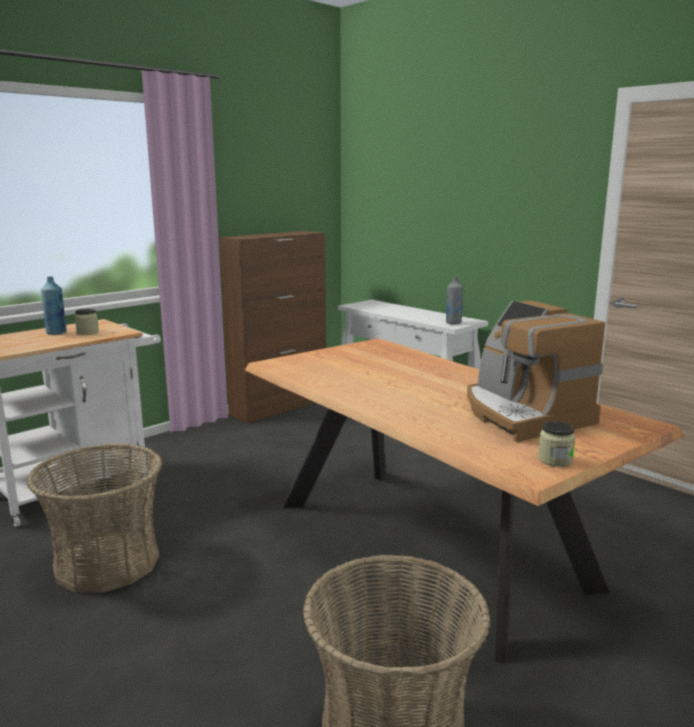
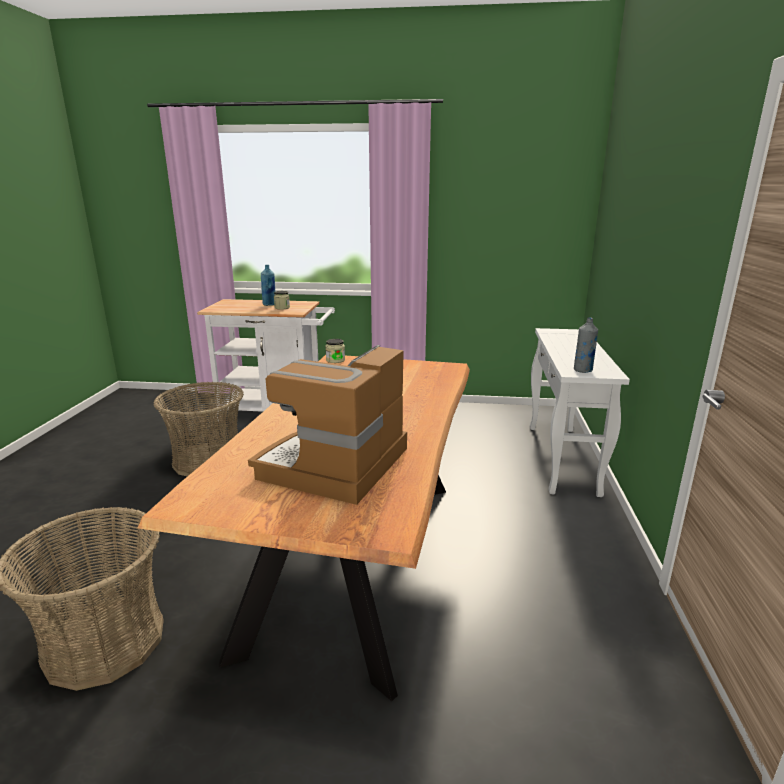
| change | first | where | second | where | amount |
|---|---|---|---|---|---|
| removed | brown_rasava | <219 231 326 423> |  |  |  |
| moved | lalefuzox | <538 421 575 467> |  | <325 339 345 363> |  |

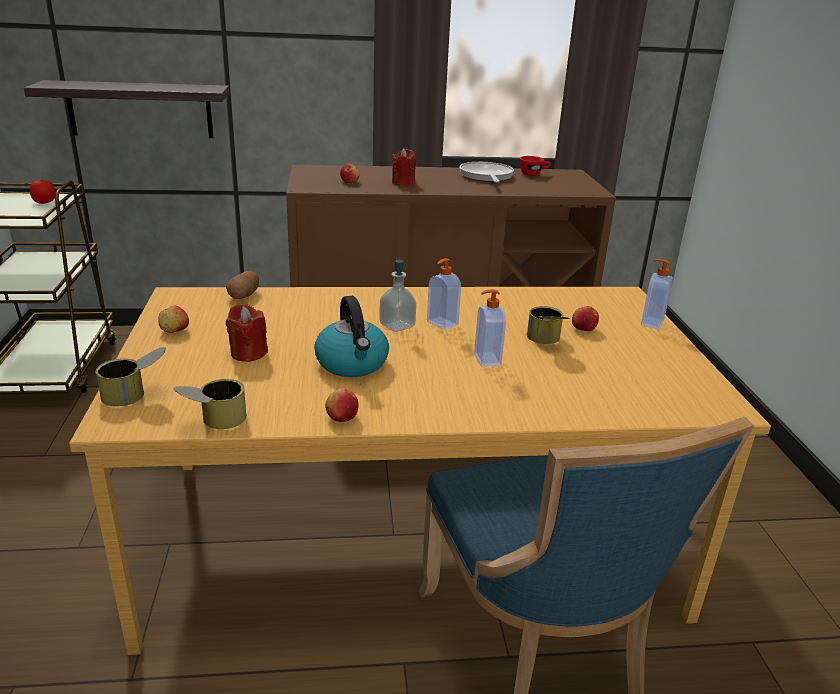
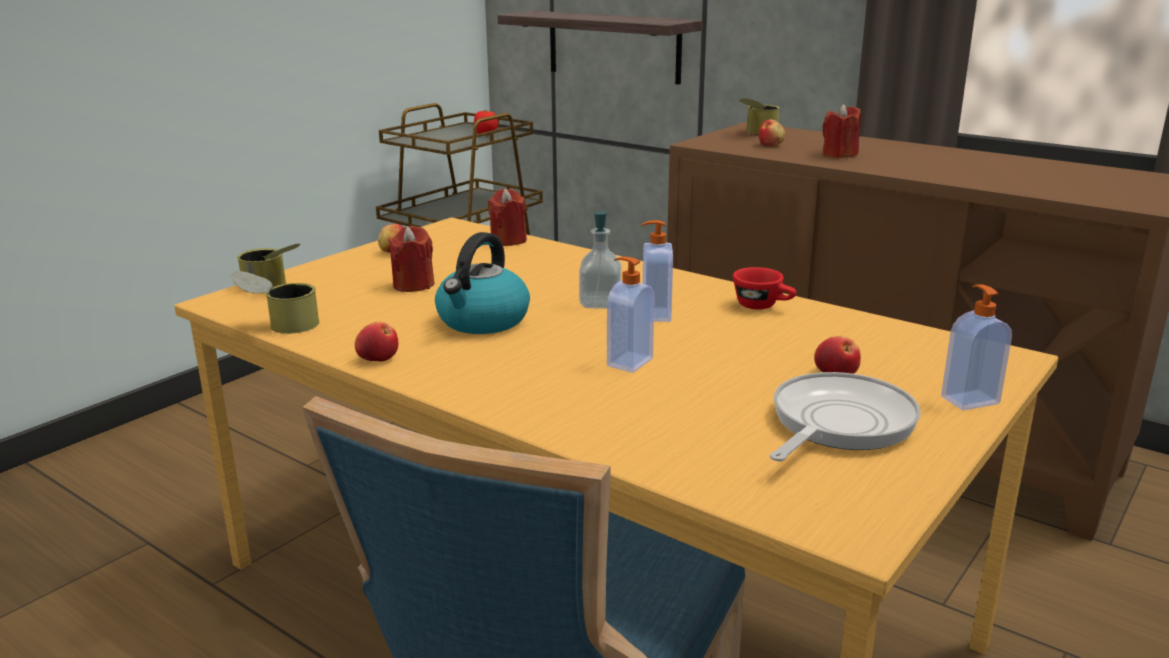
| change | first | where | second | where | amount |
|---|---|---|---|---|---|
| replaced | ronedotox | <226 271 259 299> | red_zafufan | <488 188 527 246> |  |
| moved | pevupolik | <460 162 514 183> |  | <770 372 921 461> |  |
| moved | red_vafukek | <520 156 551 176> |  | <733 267 797 309> |  |
| moved | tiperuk | <527 306 570 344> |  | <739 98 780 134> |  |

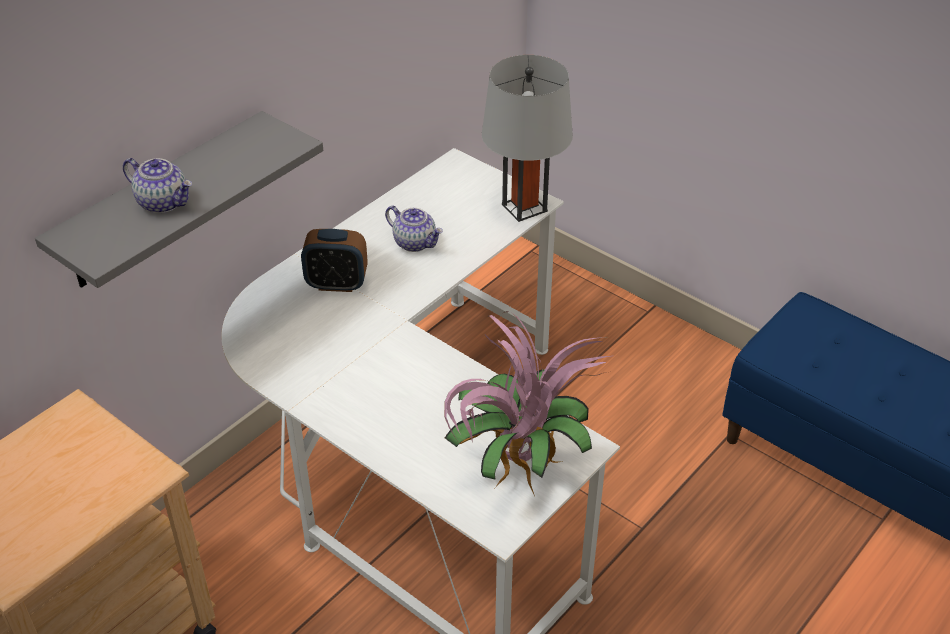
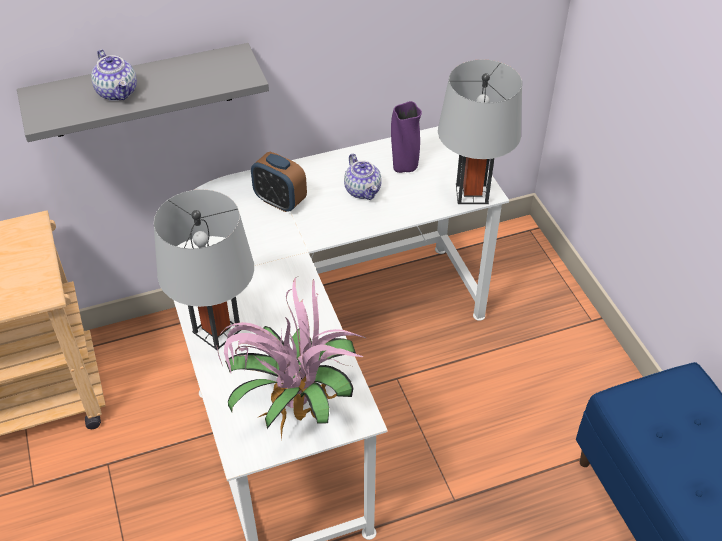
| change | first | where | second | where | amount |
|---|---|---|---|---|---|
| added |  |  | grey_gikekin | <154 189 254 350> |  |
| added |  |  | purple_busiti | <391 101 422 173> |  |

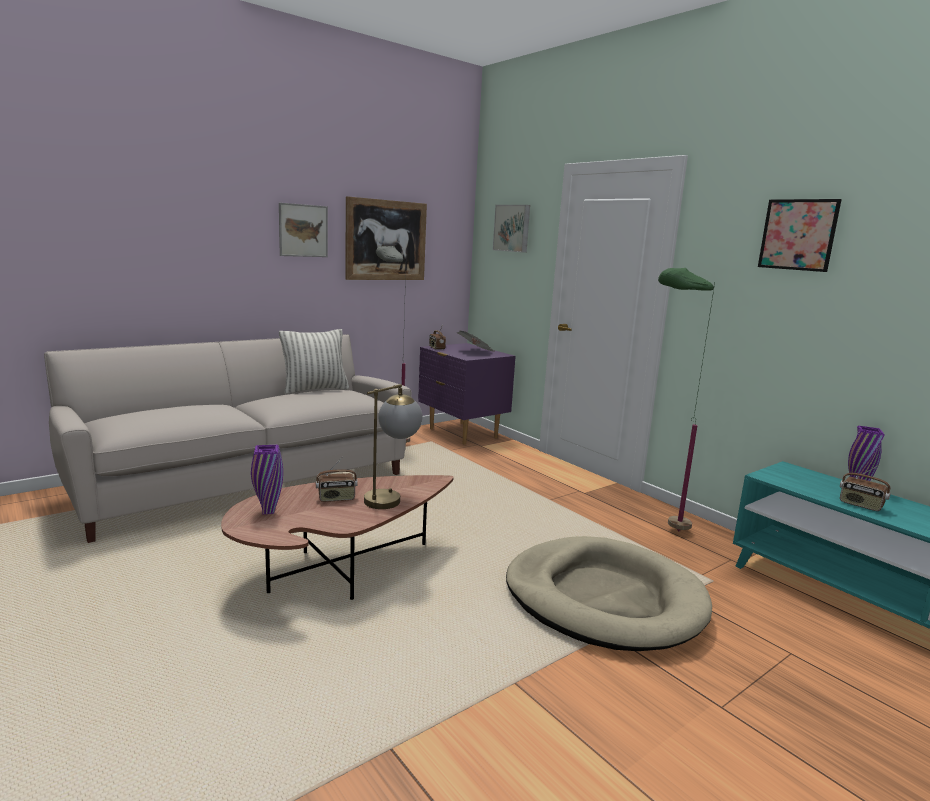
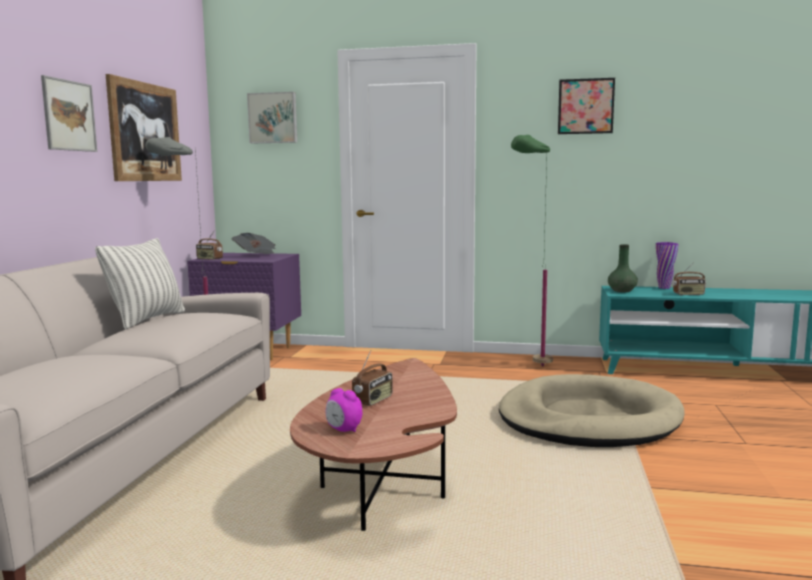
| change | first | where | second | where | amount |
|---|---|---|---|---|---|
| replaced | purple_busiti | <251 445 283 515> | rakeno | <325 388 362 432> |  |
| removed | gikekin | <364 384 422 509> |  |  |  |
| added |  |  | green_busiti | <608 244 638 292> |  |

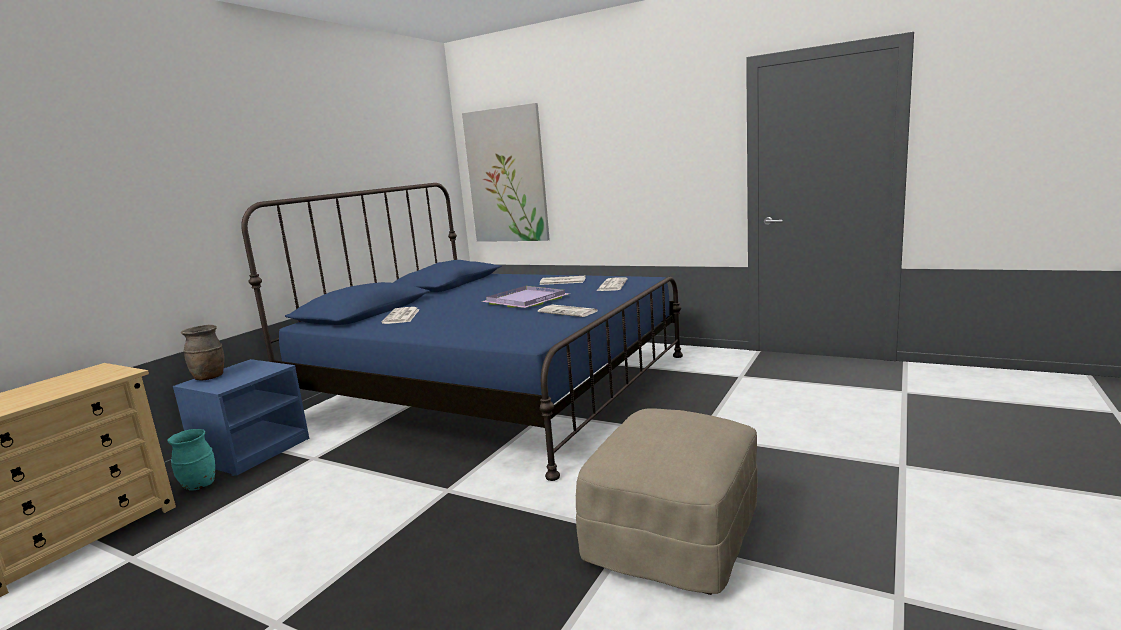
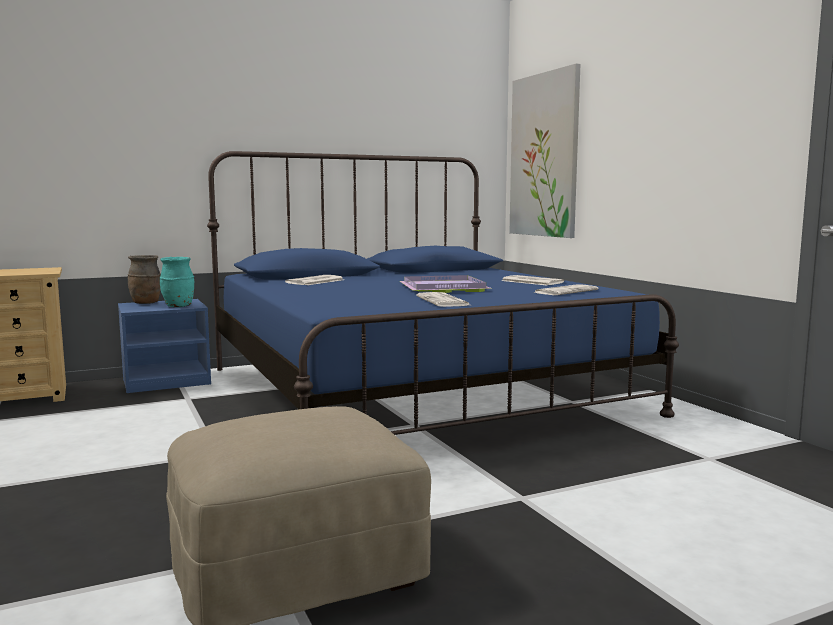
| change | first | where | second | where | amount |
|---|---|---|---|---|---|
| moved | turquoise_busiti | <167 429 215 491> |  | <160 257 194 307> |  |

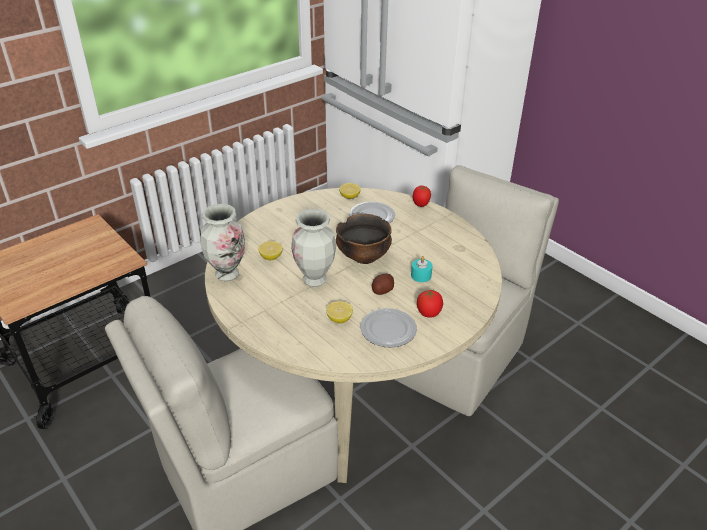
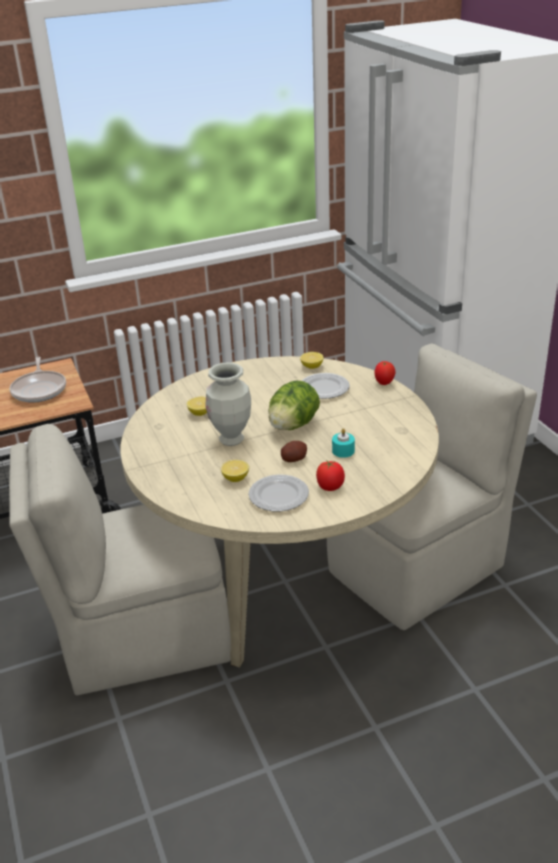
| change | first | where | second | where | amount |
|---|---|---|---|---|---|
| removed | busiti | <201 204 245 281> |  |  |  |
| replaced | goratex | <336 214 392 264> | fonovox | <268 381 320 430> |  |
| added |  |  | pevupolik | <9 357 66 403> |  |

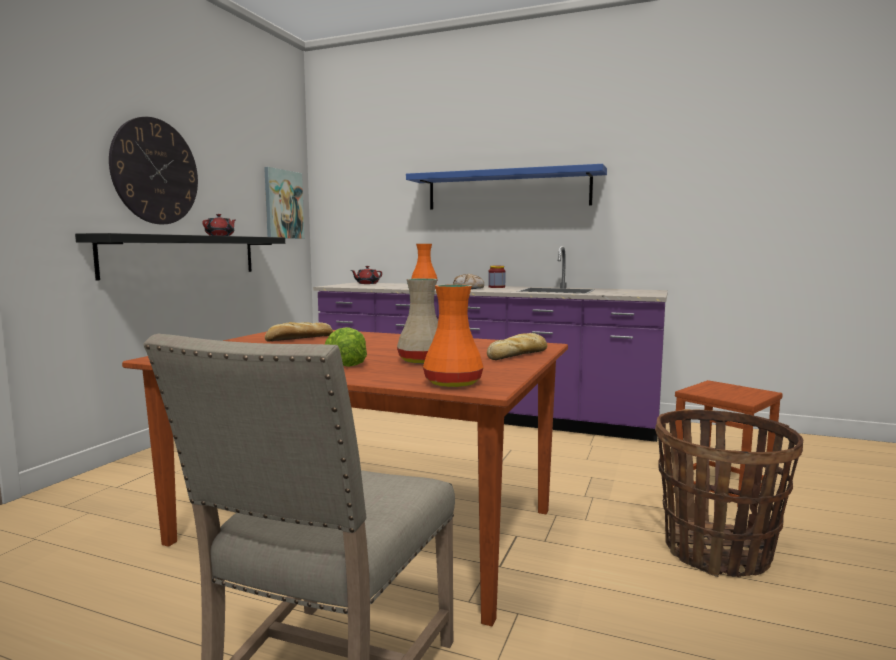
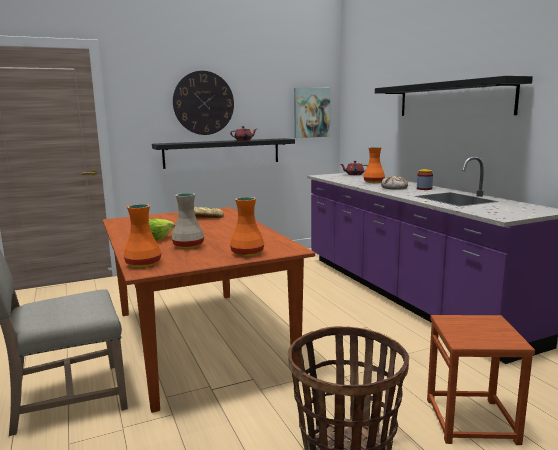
| change | first | where | second | where | amount |
|---|---|---|---|---|---|
| recoloured | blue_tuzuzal | <406 164 607 209> | black_tuzuzal | <375 76 533 116> |  |
| replaced | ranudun | <487 333 547 360> | orange_busiti | <230 197 264 256> |  |

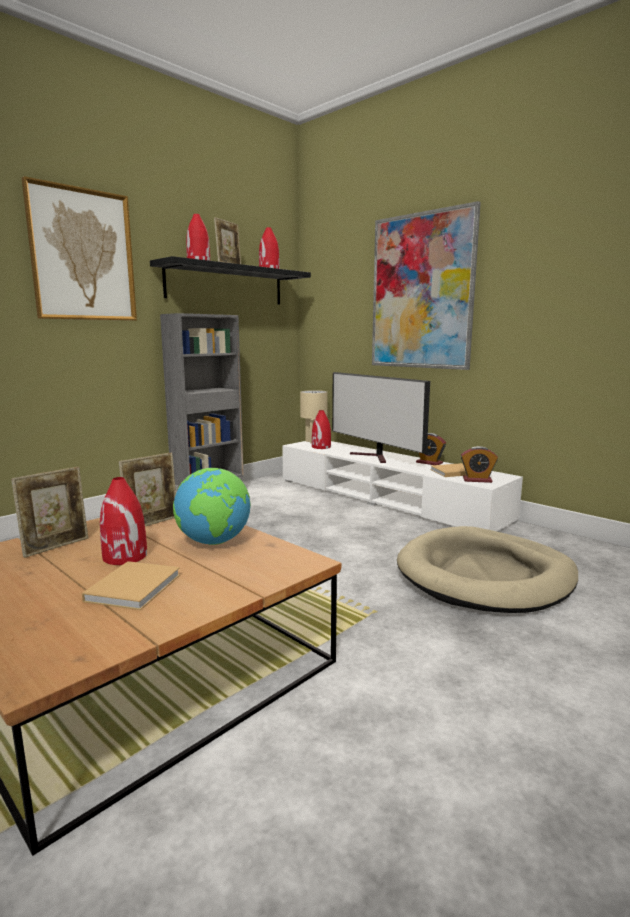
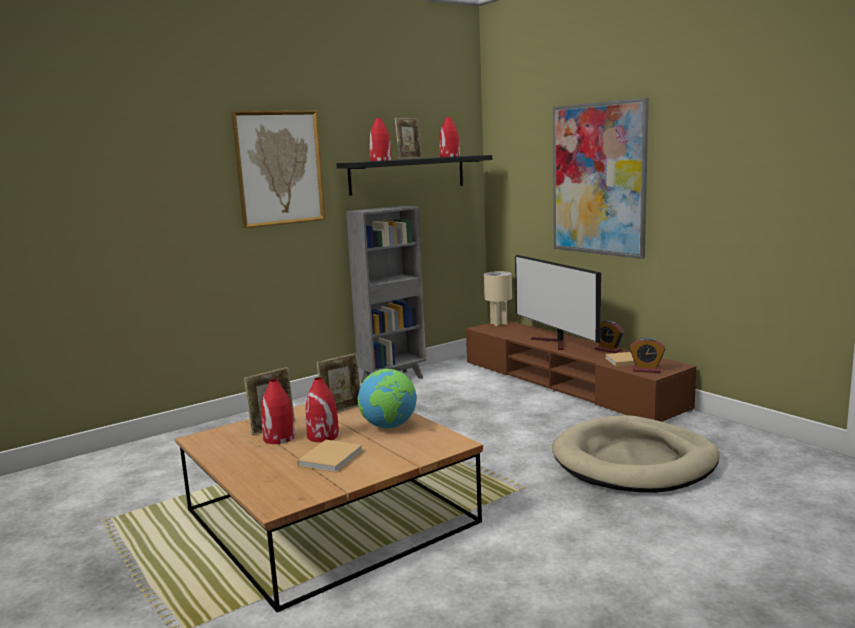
| change | first | where | second | where | amount |
|---|---|---|---|---|---|
| recoloured | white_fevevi | <282 441 523 531> | brown_fevevi | <466 321 696 422> |  |
| moved | red_busiti | <312 410 331 449> |  | <261 379 295 444> |  |

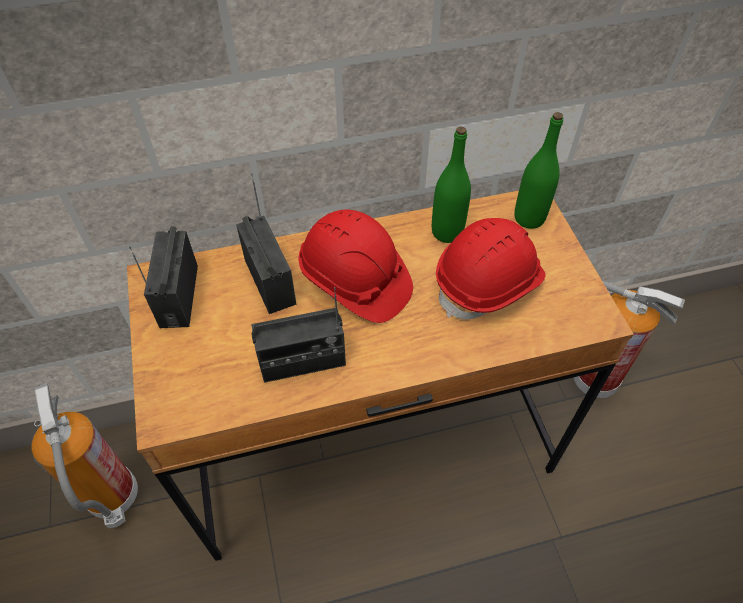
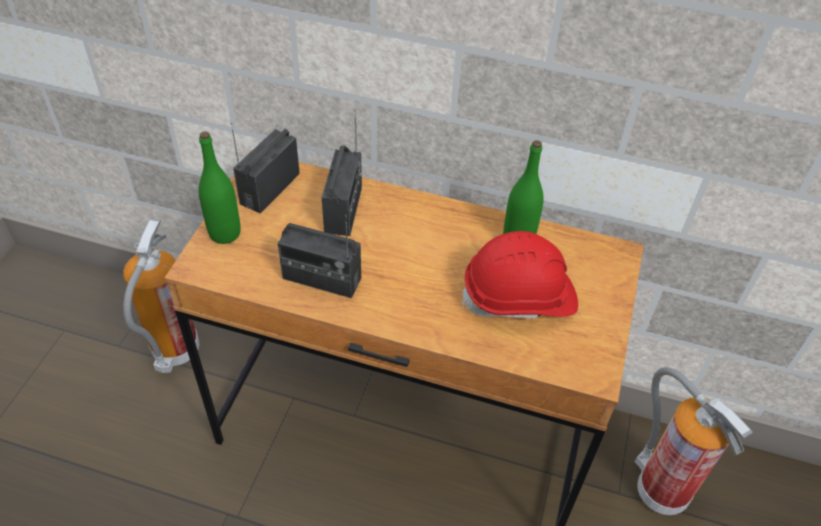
| change | first | where | second | where | amount |
|---|---|---|---|---|---|
| removed | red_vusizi | <298 210 413 323> |  |  |  |
| moved | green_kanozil | <514 112 563 229> |  | <198 131 241 244> |  |

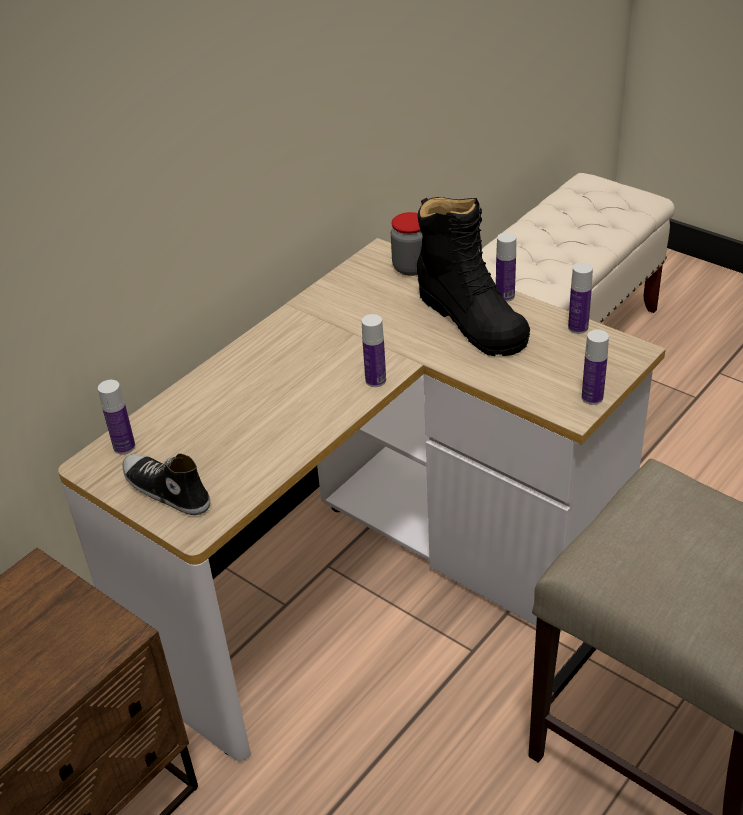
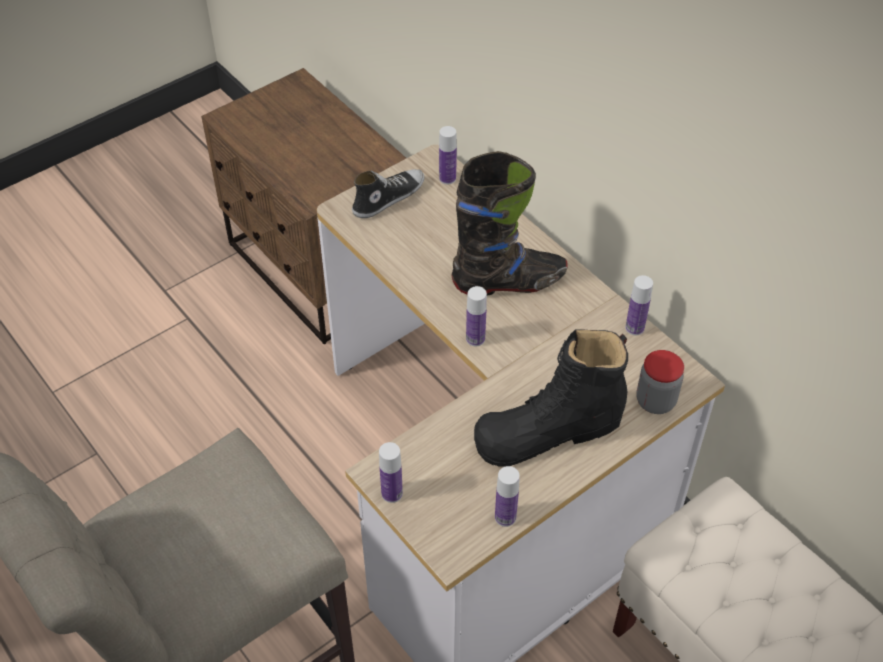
| change | first | where | second | where | amount |
|---|---|---|---|---|---|
| moved | kanozil | <496 232 516 302> |  | <625 275 653 336> |  |
| added |  |  | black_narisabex | <451 151 568 296> |  |

